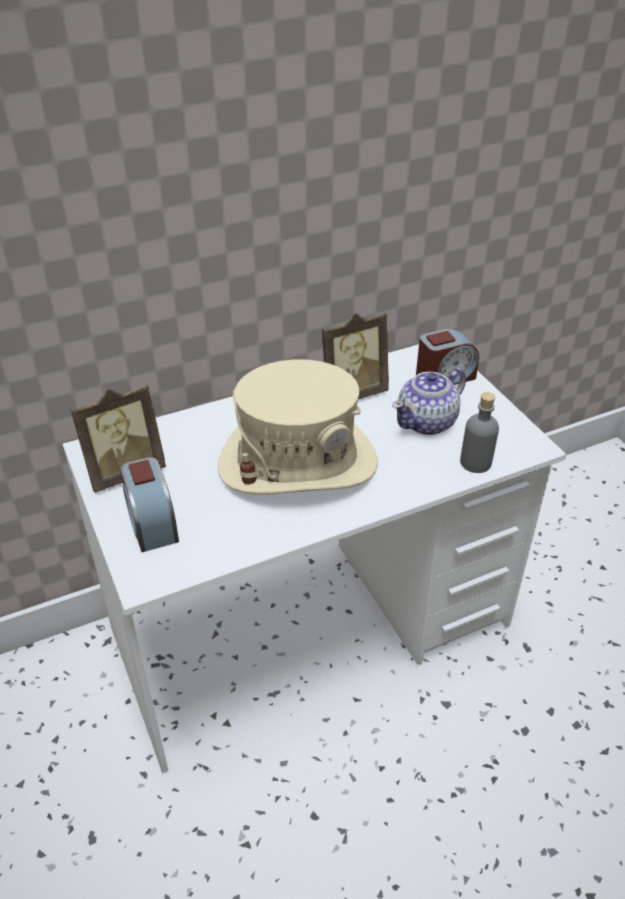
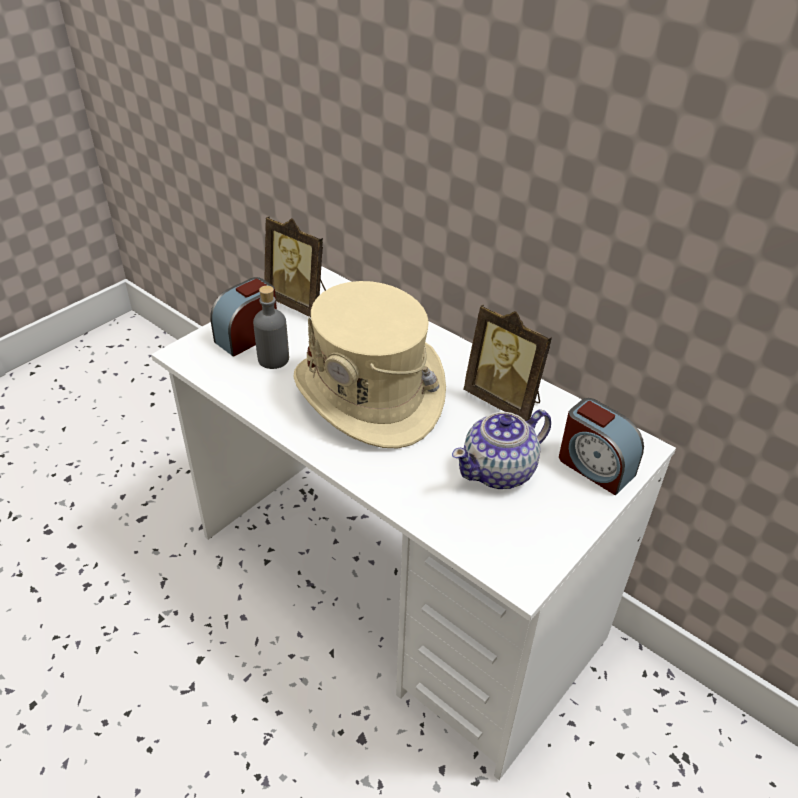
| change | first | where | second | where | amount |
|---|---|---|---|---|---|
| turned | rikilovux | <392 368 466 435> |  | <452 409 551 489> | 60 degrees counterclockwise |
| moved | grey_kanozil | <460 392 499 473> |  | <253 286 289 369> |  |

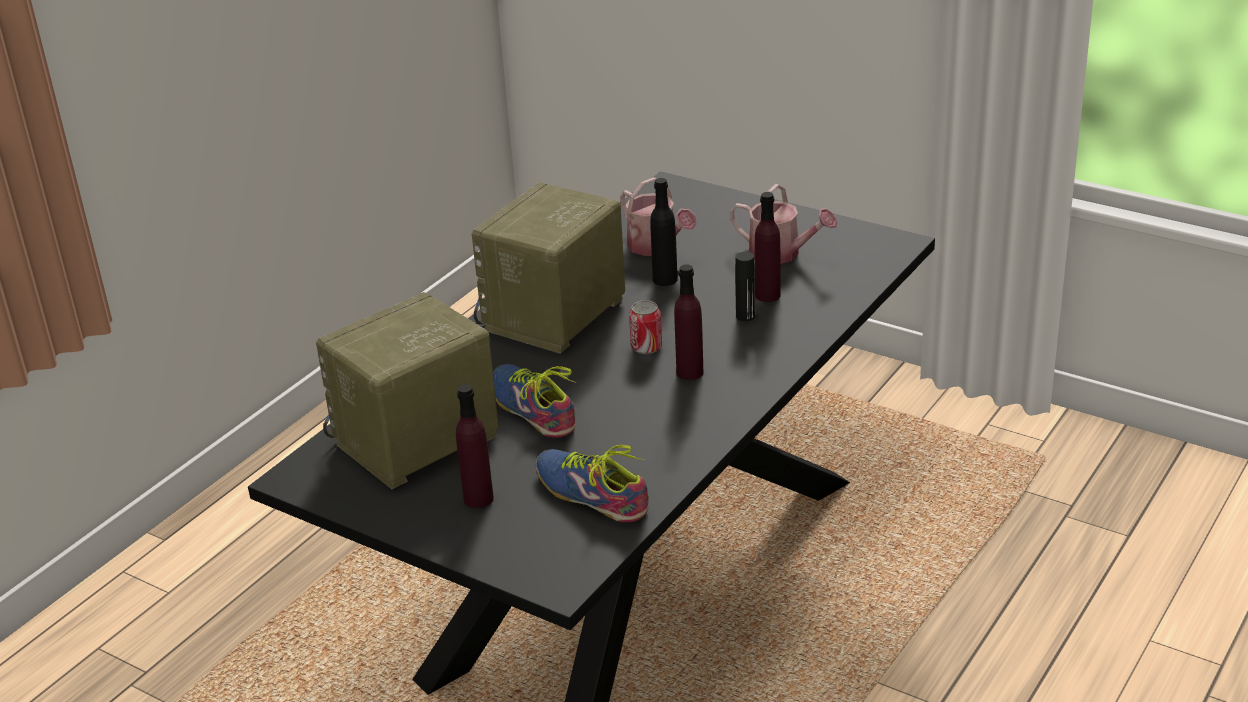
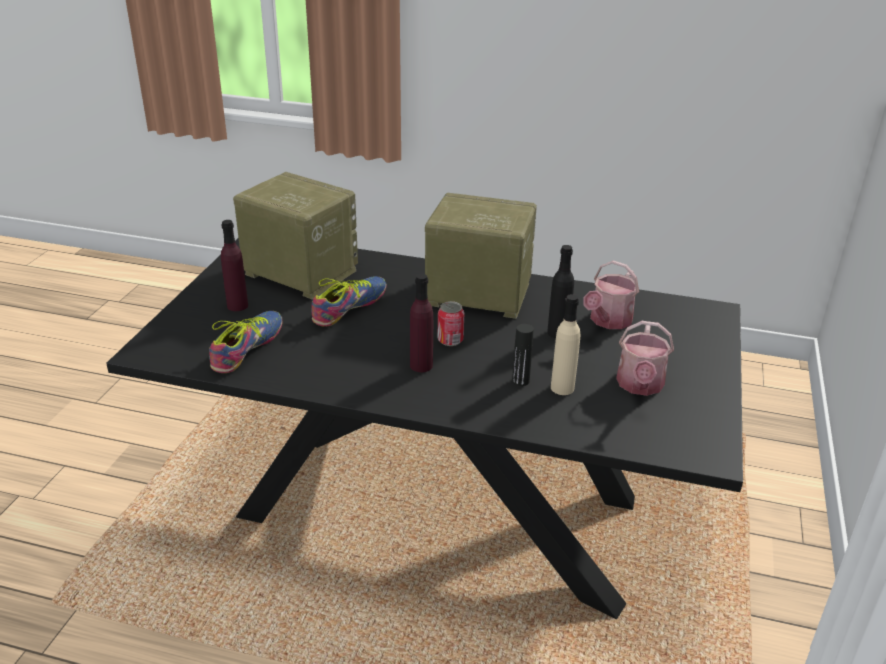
| change | first | where | second | where | amount |
|---|---|---|---|---|---|
| recoloured | purple_kanozil | <755 192 780 302> | beige_kanozil | <551 294 580 395> |  |

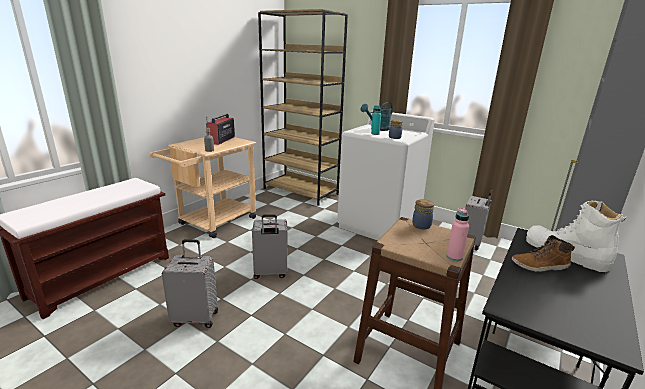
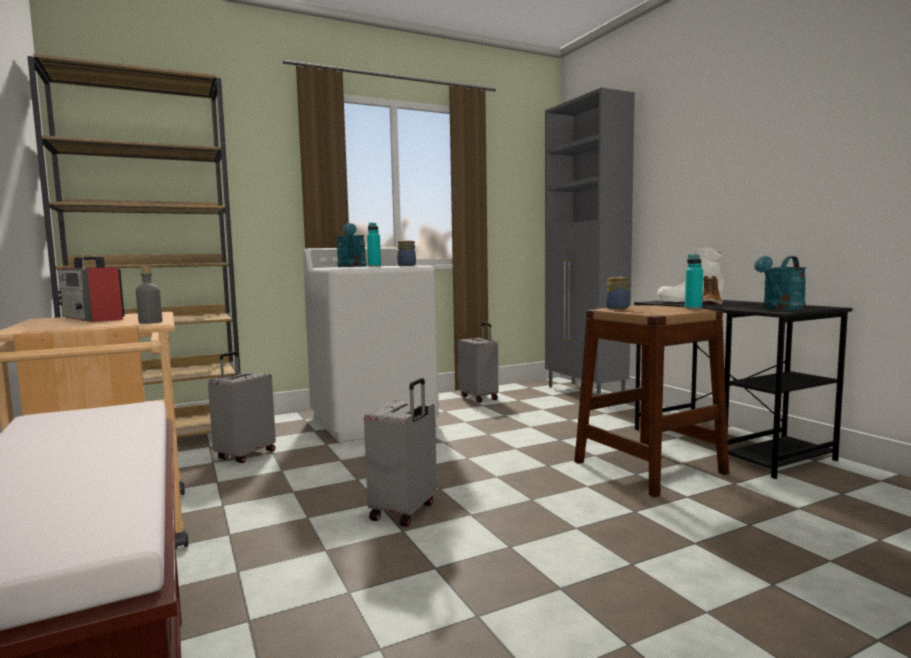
| change | first | where | second | where | amount |
|---|---|---|---|---|---|
| moved | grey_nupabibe | <162 239 218 328> |  | <208 352 276 463> |  |
| recoloured | pink_kanozil | <447 208 469 261> | turquoise_kanozil | <685 255 703 309> |  |
| added |  |  | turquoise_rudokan | <754 256 806 310> |  |

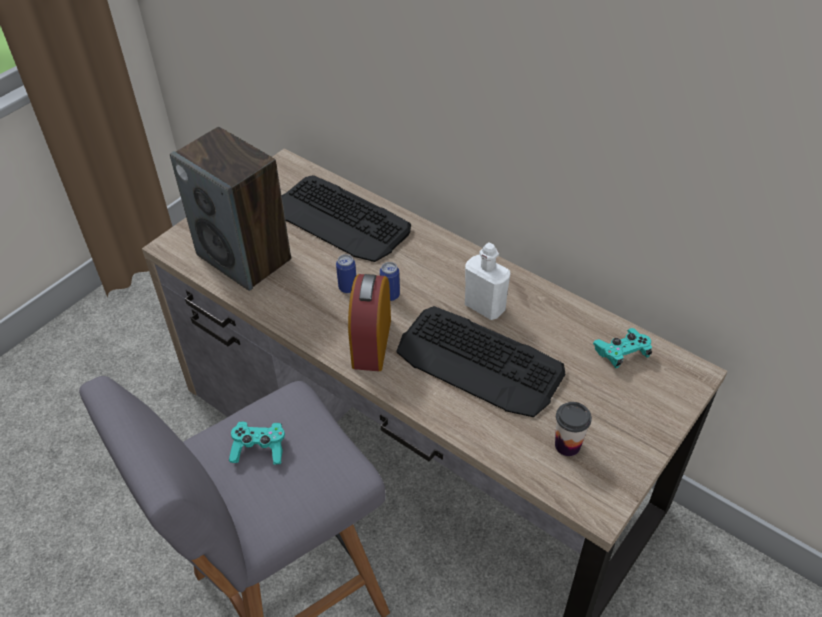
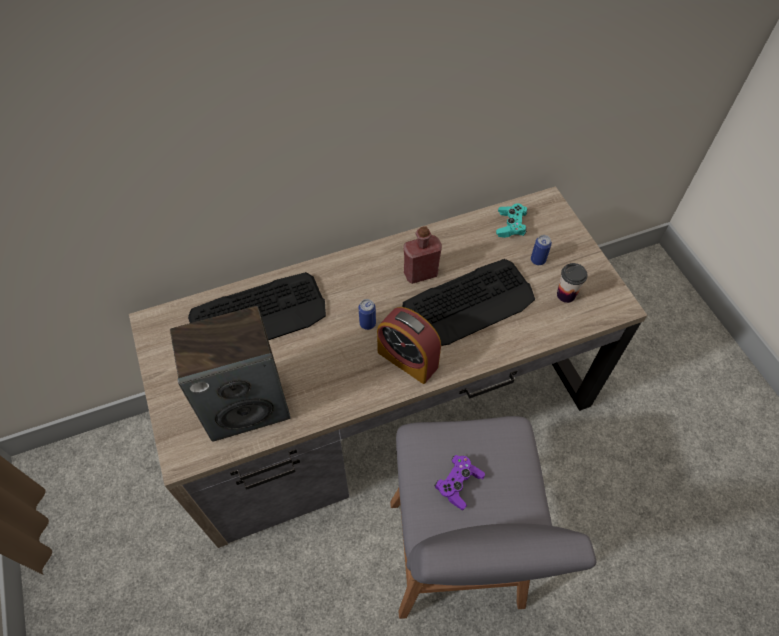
| change | first | where | second | where | amount |
|---|---|---|---|---|---|
| recoloured | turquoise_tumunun | <229 422 285 465> | purple_tumunun | <434 455 485 510> |  |
| moved | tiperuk | <336 254 356 293> |  | <531 235 552 265> |  |
| recoloured | white_kanozil | <465 243 510 320> | red_kanozil | <404 226 442 284> |  |

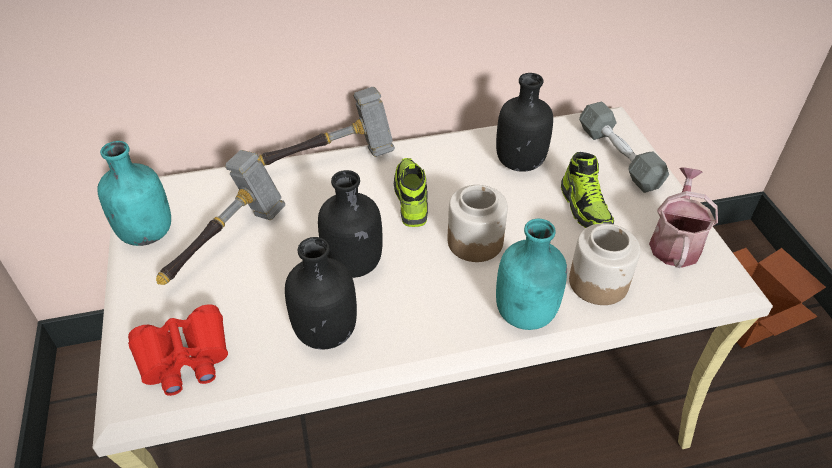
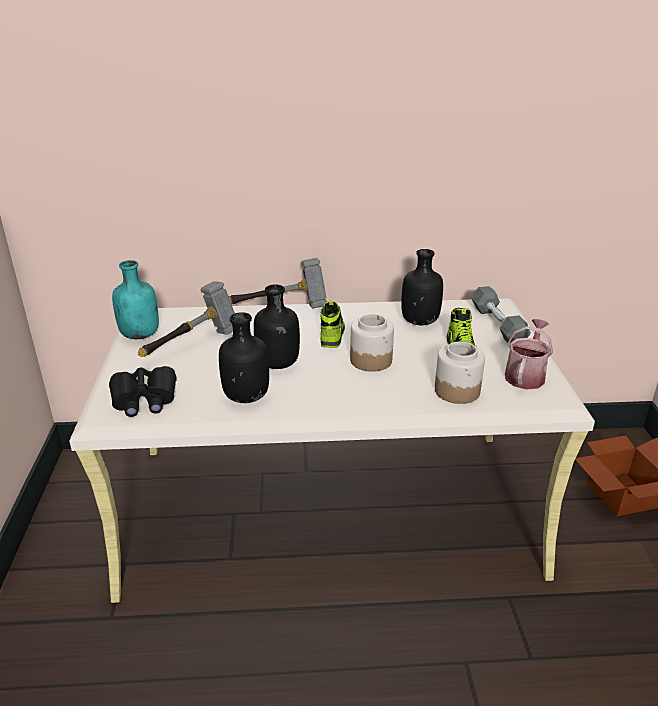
| change | first | where | second | where | amount |
|---|---|---|---|---|---|
| recoloured | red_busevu | <128 304 228 396> | black_busevu | <109 366 177 417> |  |
| removed | turquoise_kanozil | <496 219 567 330> |  |  |  |

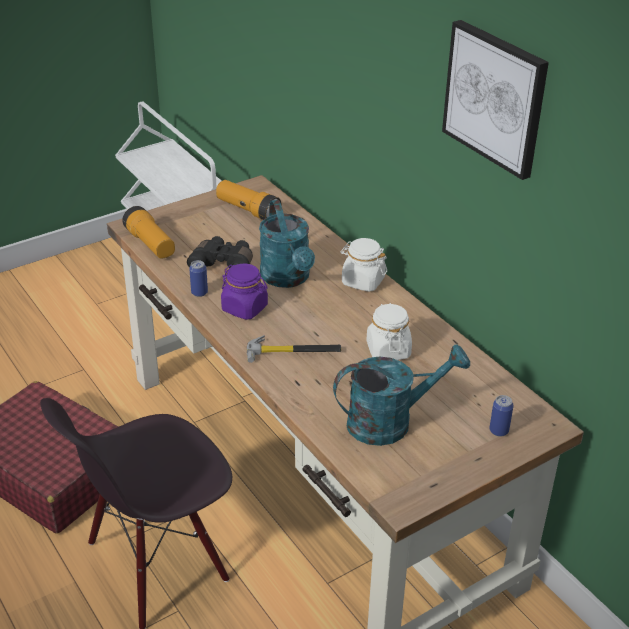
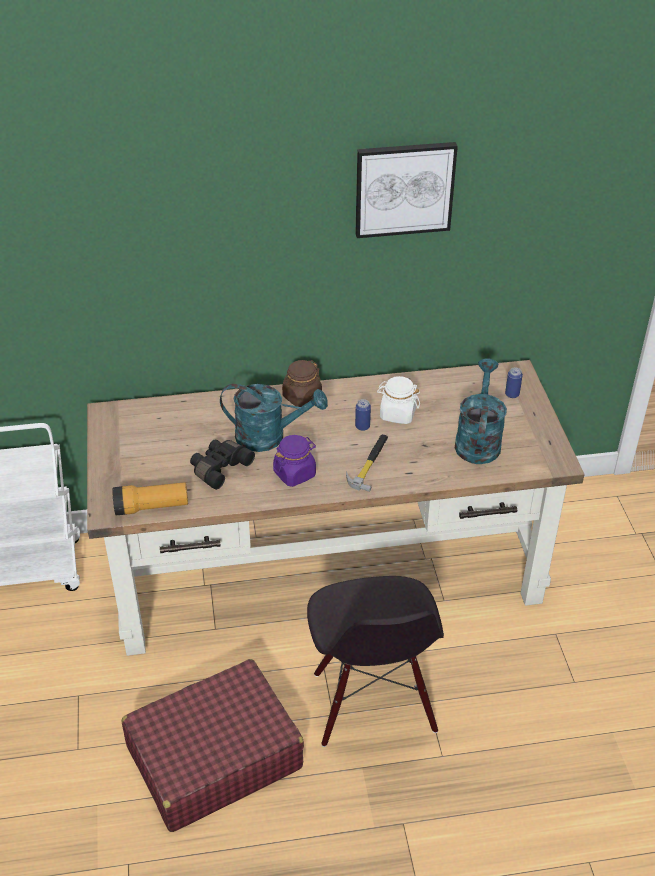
| change | first | where | second | where | amount |
|---|---|---|---|---|---|
| moved | tiperuk | <189 260 208 297> |  | <355 399 371 431> |  |
| removed | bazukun | <216 180 281 220> |  |  |  |
| recoloured | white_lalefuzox | <341 238 387 292> | brown_lalefuzox | <282 360 322 407> |  |

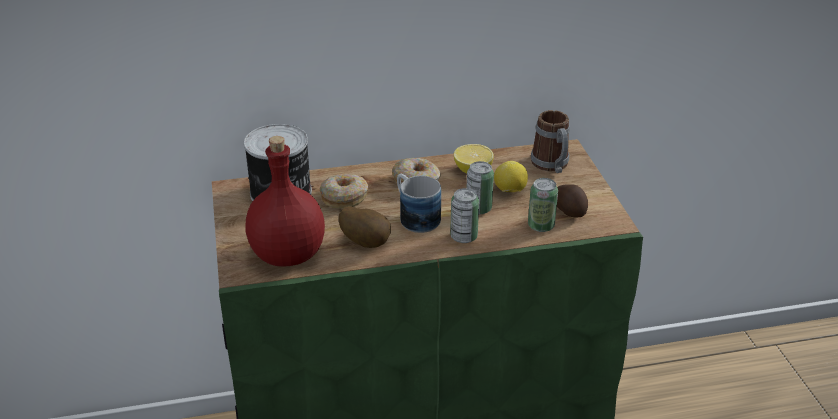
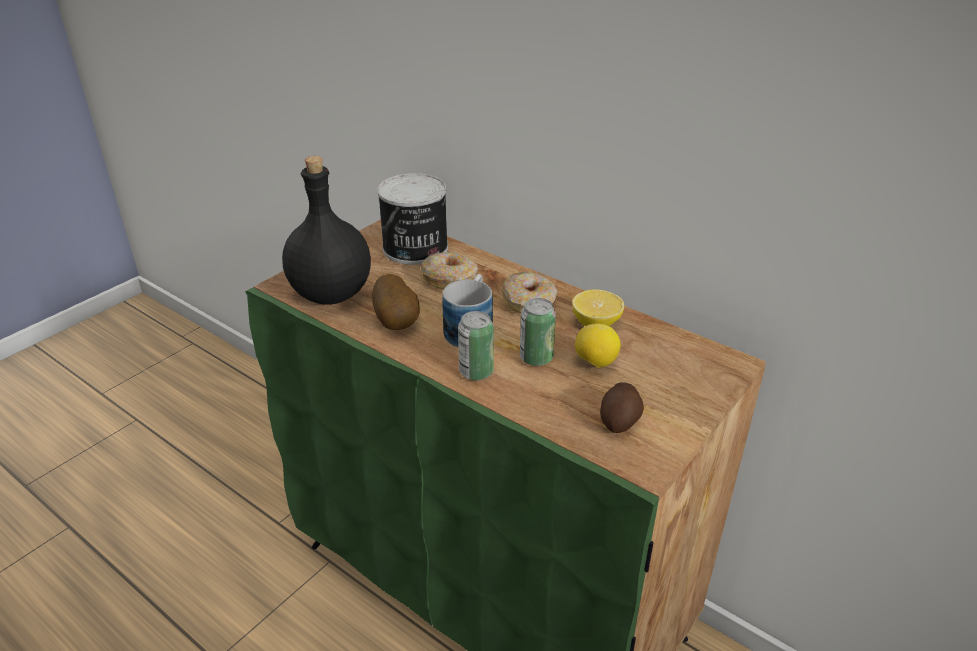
| change | first | where | second | where | amount |
|---|---|---|---|---|---|
| recoloured | red_kanozil | <246 136 325 267> | black_kanozil | <282 156 371 305> |  |
| removed | tiperuk | <528 178 558 232> |  |  |  |
| removed | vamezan | <531 110 570 173> |  |  |  |

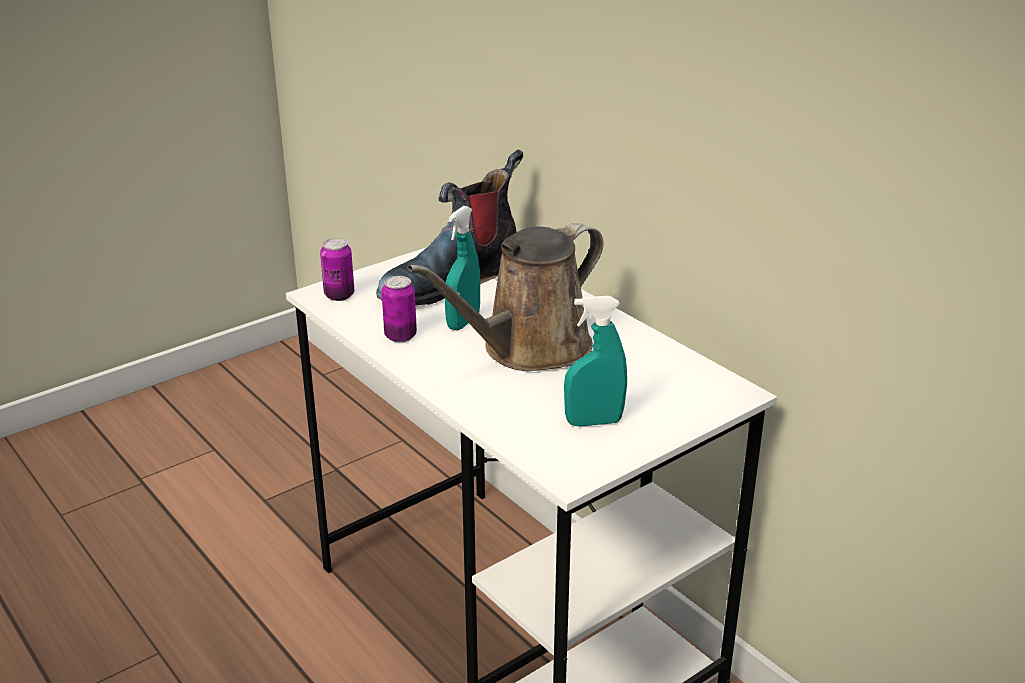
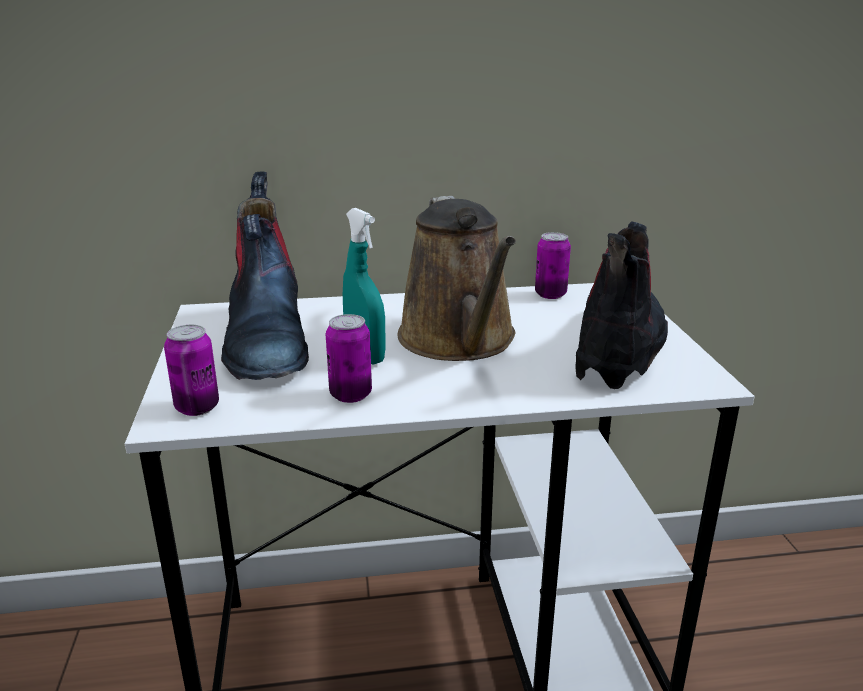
| change | first | where | second | where | amount |
|---|---|---|---|---|---|
| replaced | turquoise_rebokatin | <564 296 627 427> | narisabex | <576 221 668 389> |  |
| added |  |  | tiperuk | <535 232 571 299> |  |

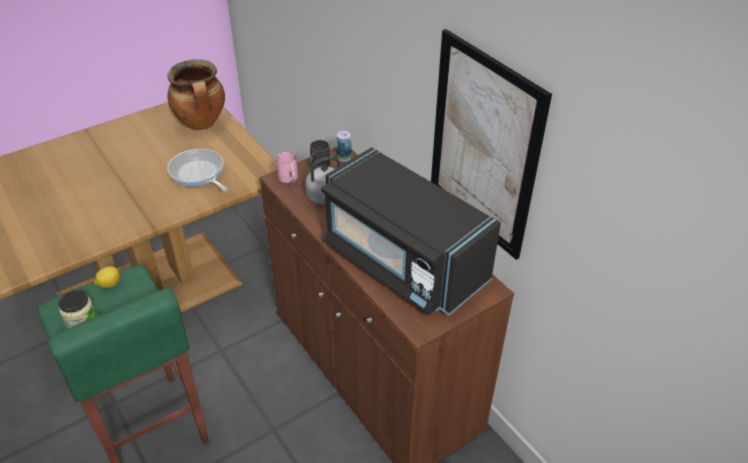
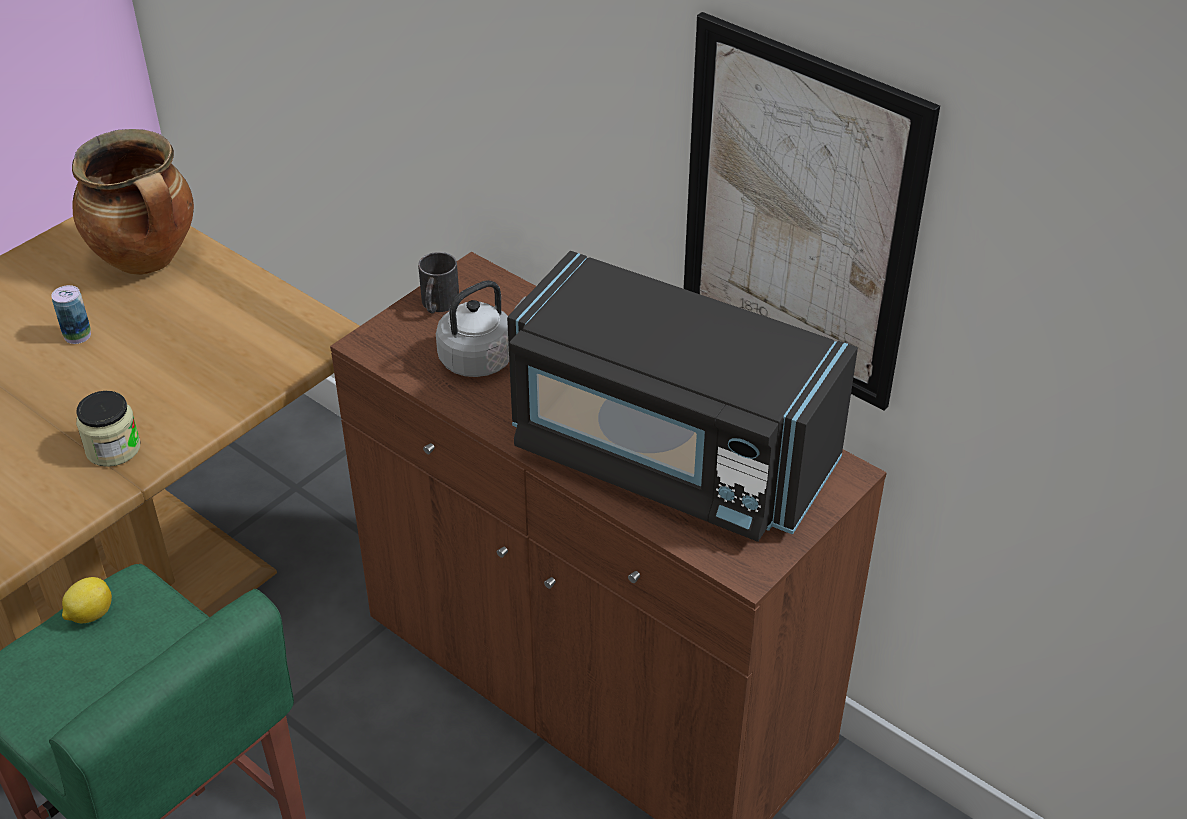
| change | first | where | second | where | amount |
|---|---|---|---|---|---|
| moved | lalefuzox | <59 290 97 329> |  | <76 391 140 467> |  |
| removed | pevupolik | <167 149 228 191> |  |  |  |
| removed | pink_vamezan | <276 152 298 183> |  |  |  |
| moved | tiperuk | <337 131 352 162> |  | <51 285 91 344> |  |

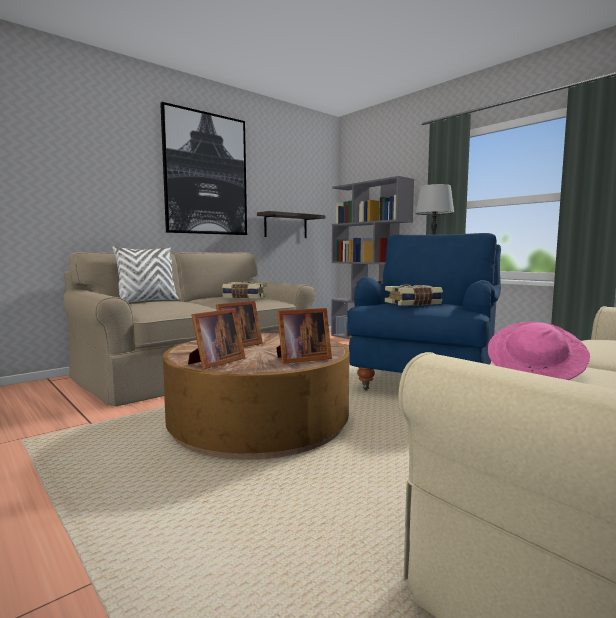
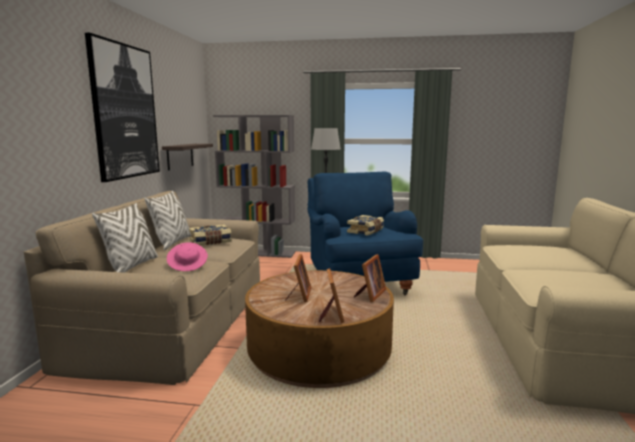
| change | first | where | second | where | amount |
|---|---|---|---|---|---|
| moved | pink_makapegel | <488 322 590 380> |  | <167 242 208 271> |  |
| added |  |  | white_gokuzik | <144 191 191 250> |  |

